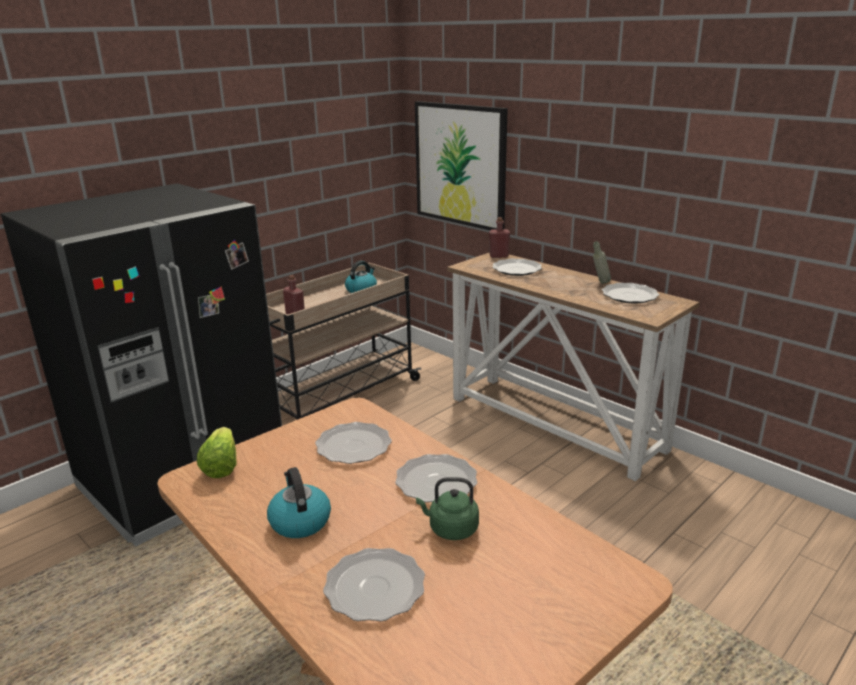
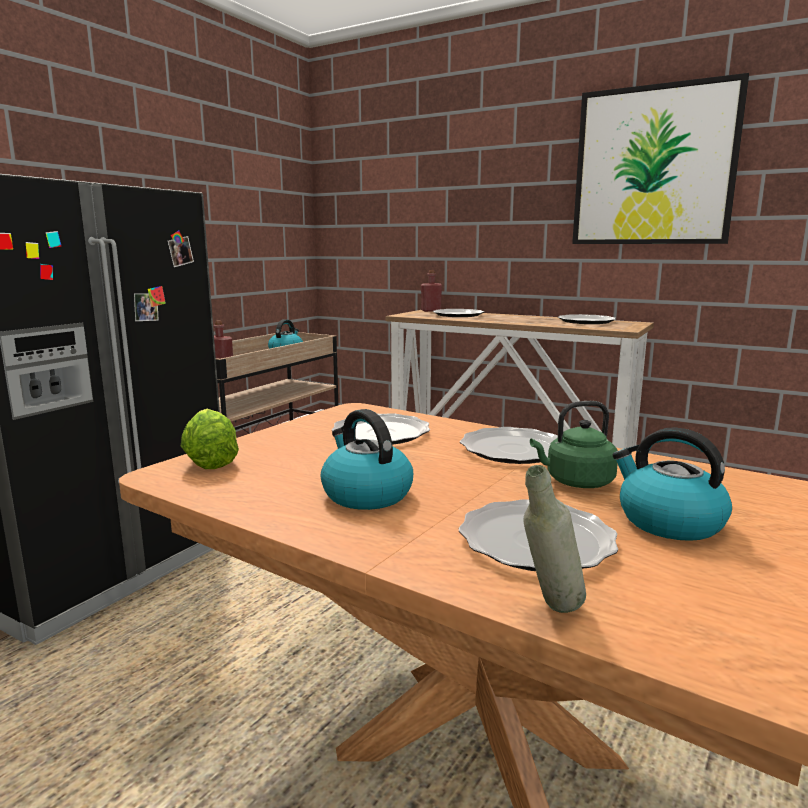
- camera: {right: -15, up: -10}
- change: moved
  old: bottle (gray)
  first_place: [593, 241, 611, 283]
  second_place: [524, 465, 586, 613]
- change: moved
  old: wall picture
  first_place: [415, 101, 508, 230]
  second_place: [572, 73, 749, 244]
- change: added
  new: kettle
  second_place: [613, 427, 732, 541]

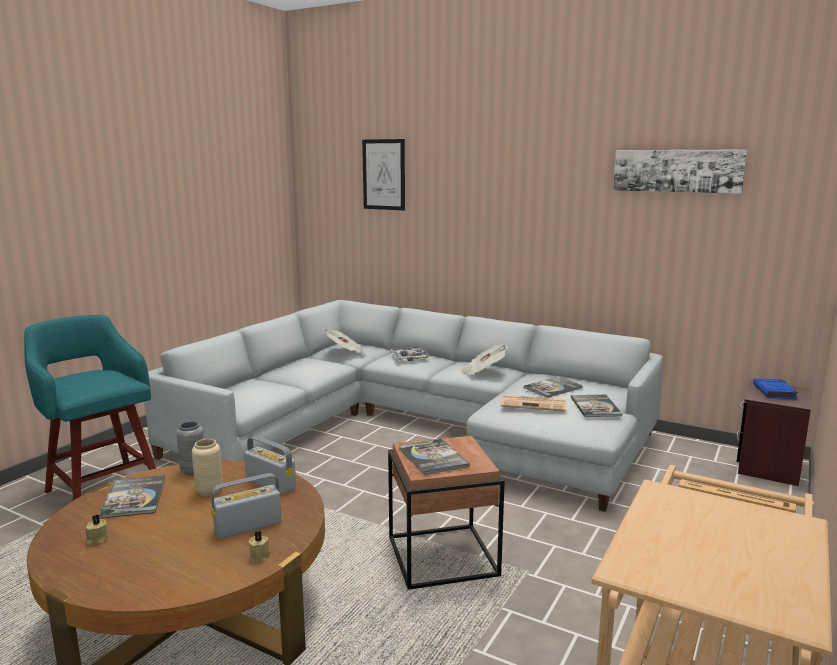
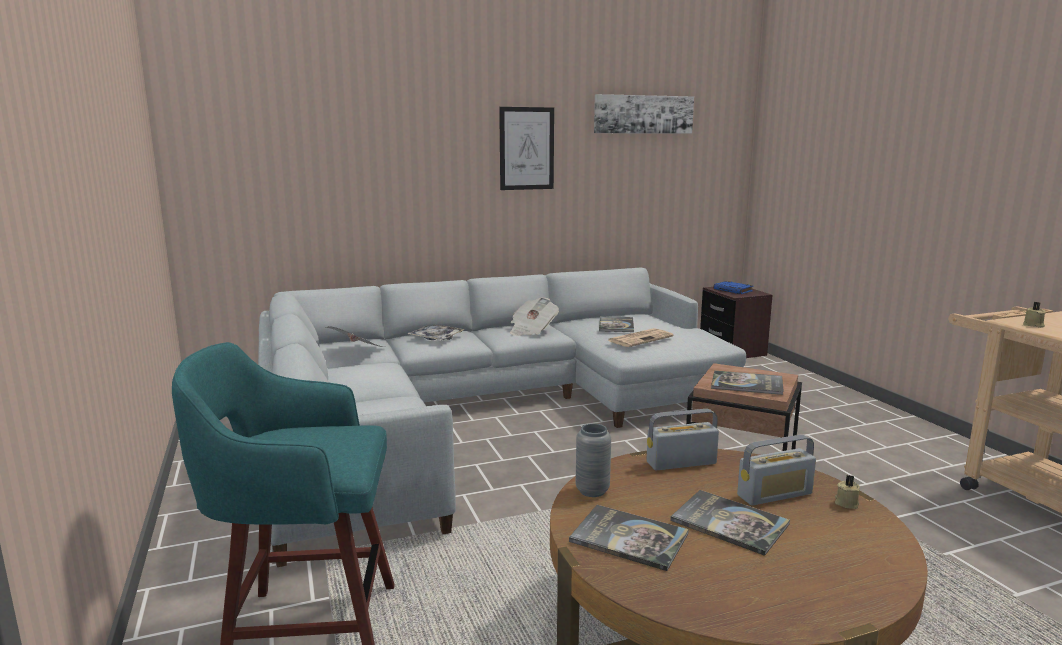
- camera: {right: -50, up: 0}
- change: moved
  old: wall picture
  first_place: [362, 139, 405, 210]
  second_place: [499, 107, 554, 190]
- change: moved
  old: bound book
  first_place: [571, 395, 623, 417]
  second_place: [670, 490, 790, 556]
- change: turned
  old: radio receiver
  first_place: [211, 473, 281, 539]
  second_place: [737, 435, 816, 505]
  degrees: -120
- change: moved
  old: wax light (beige-coloured)
  first_place: [86, 515, 108, 545]
  second_place: [1023, 302, 1046, 328]
- change: removed
  old: flower vase (beige-coloured)
  first_place: [192, 439, 223, 496]

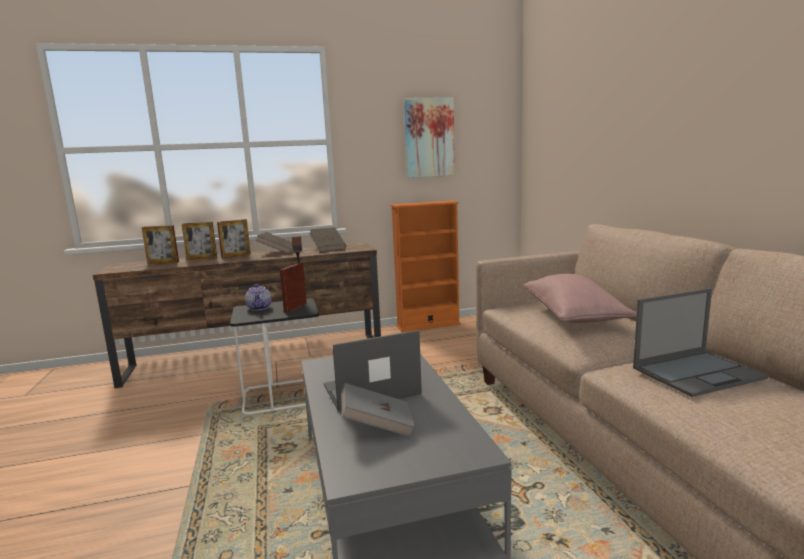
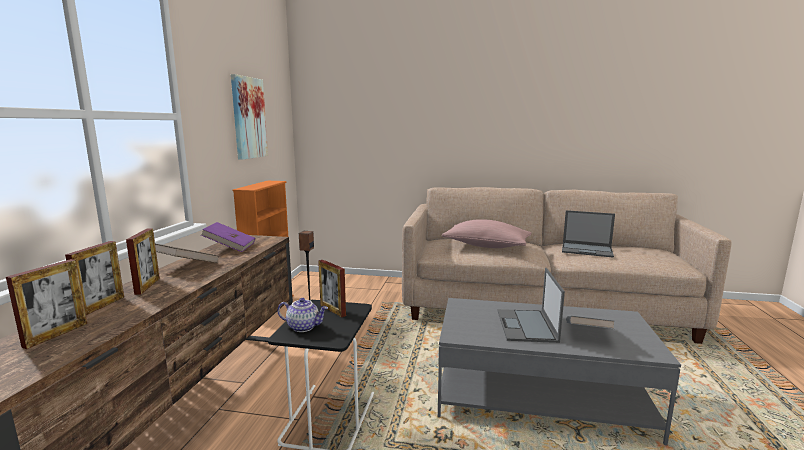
- camera: {right: -65, up: 0}
- change: recoloured
  old: bound book (brown)
  new: bound book (purple)
  first_place: [310, 227, 346, 252]
  second_place: [201, 222, 255, 252]
- change: turned
  old: laptop
  first_place: [633, 288, 768, 397]
  second_place: [562, 210, 615, 258]
  degrees: 105

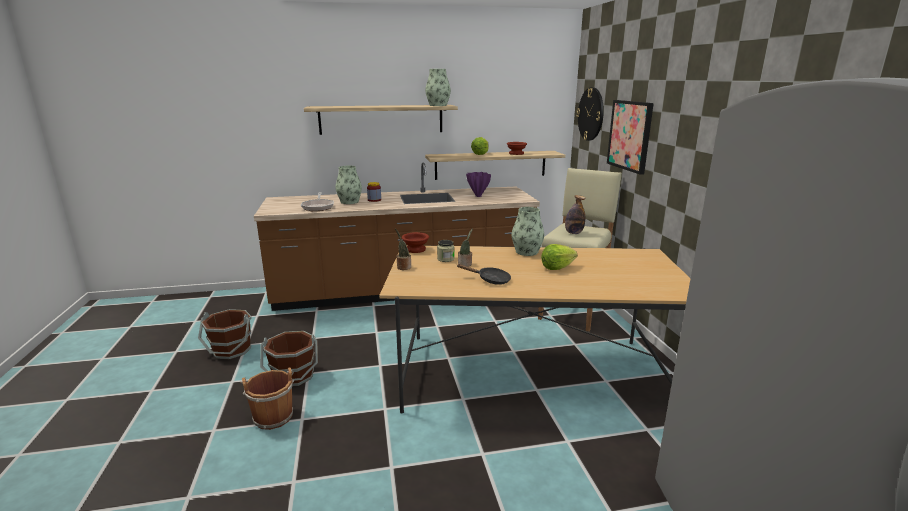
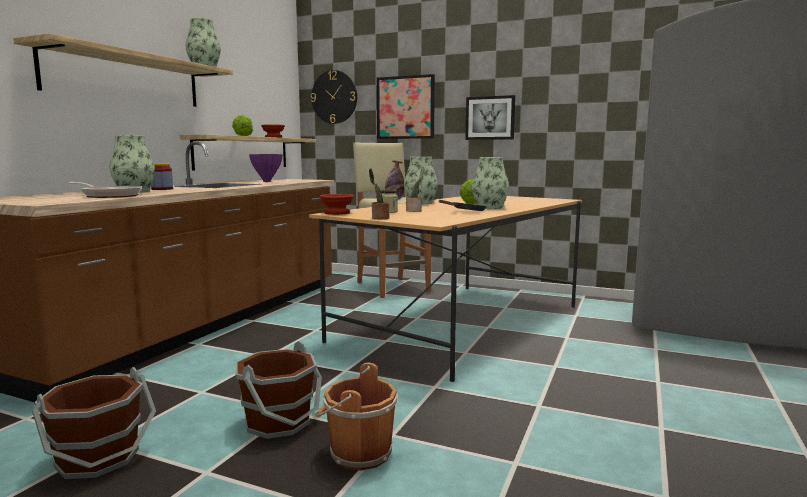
- camera: {right: -55, up: -10}
- change: added
  new: wall picture
  second_place: [466, 95, 515, 140]
- change: added
  new: flower vase
  second_place: [472, 157, 509, 209]

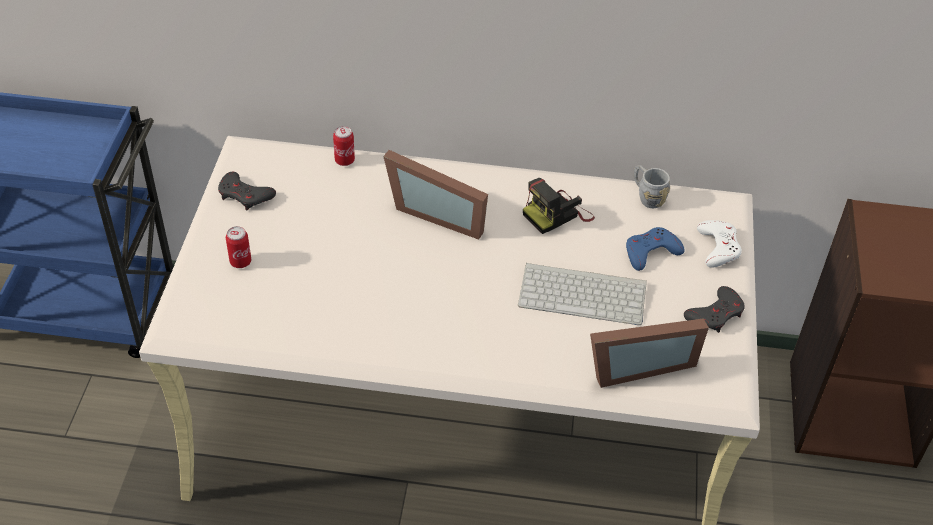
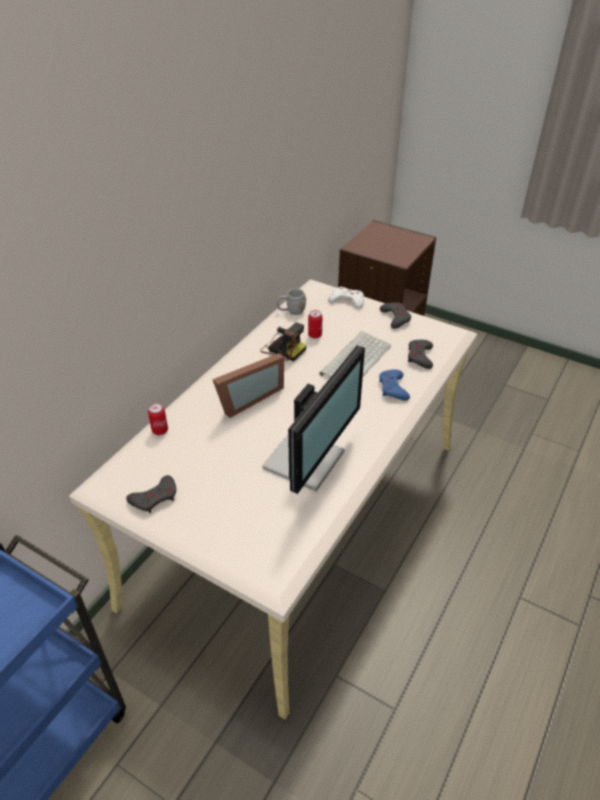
- camera: {right: -65, up: -5}
- change: turned
  old: still camera
  first_place: [523, 178, 595, 234]
  second_place: [260, 323, 307, 361]
  degrees: -45
- change: added
  new: computer screen
  second_place: [262, 345, 365, 494]
- change: moved
  old: metal can
  first_place: [226, 226, 251, 268]
  second_place: [308, 310, 322, 339]
- change: moved
  old: gamepad (blue-coloured)
  first_place: [626, 227, 684, 271]
  second_place: [379, 369, 410, 401]
- change: replaced
  old: picture frame
  new: gamepad (gray)
  first_place: [590, 318, 709, 388]
  second_place: [408, 340, 433, 369]

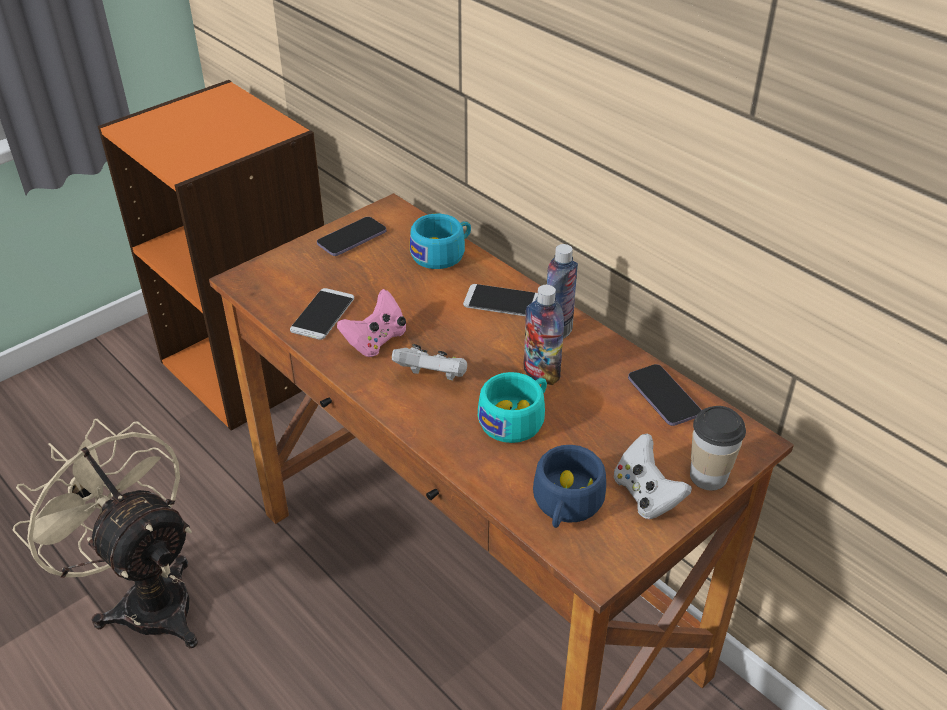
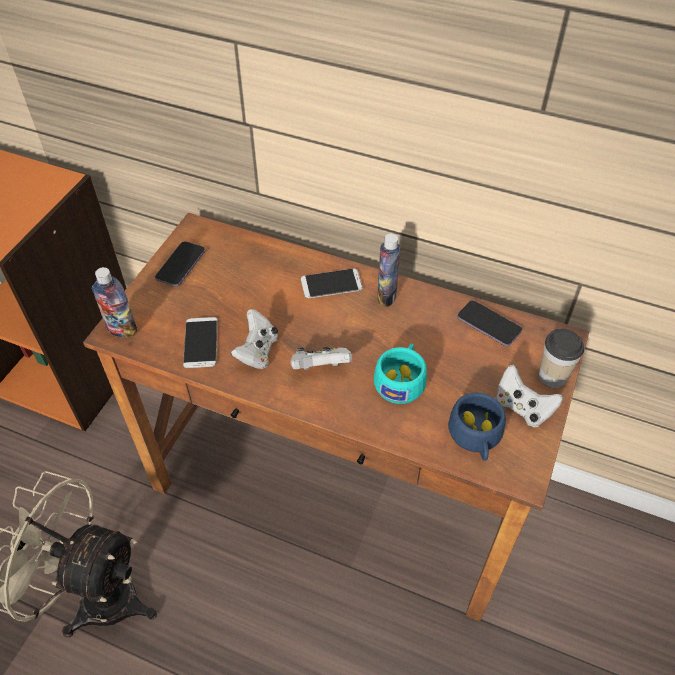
- camera: {right: -25, up: 10}
- change: moved
  old: bottle
  first_place: [524, 285, 564, 385]
  second_place: [92, 267, 137, 337]
- change: recoloured
  old: gamepad (pinkish)
  new: gamepad (whitish)
  first_place: [337, 289, 406, 357]
  second_place: [231, 309, 278, 369]
- change: removed
  old: drinking cup (blue-green)
  first_place: [410, 214, 471, 269]

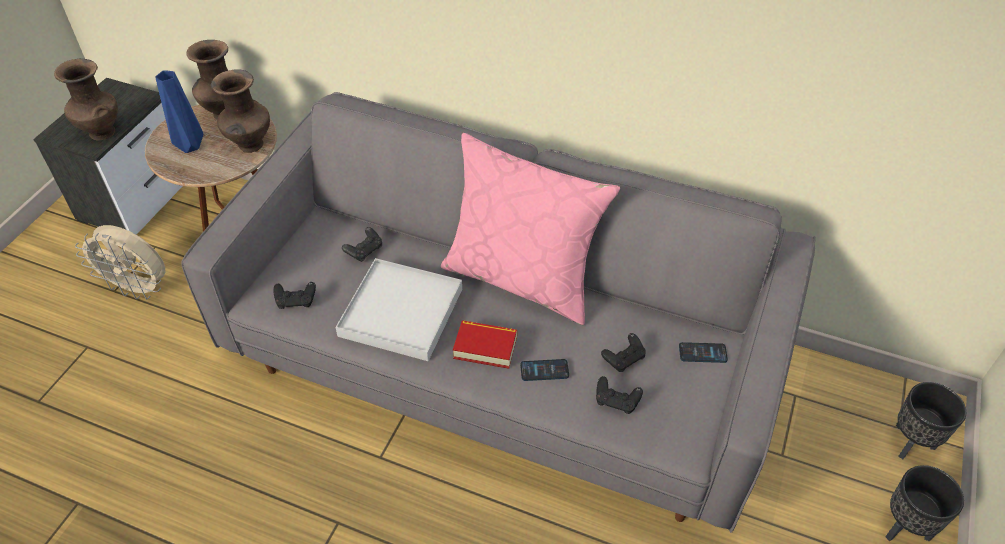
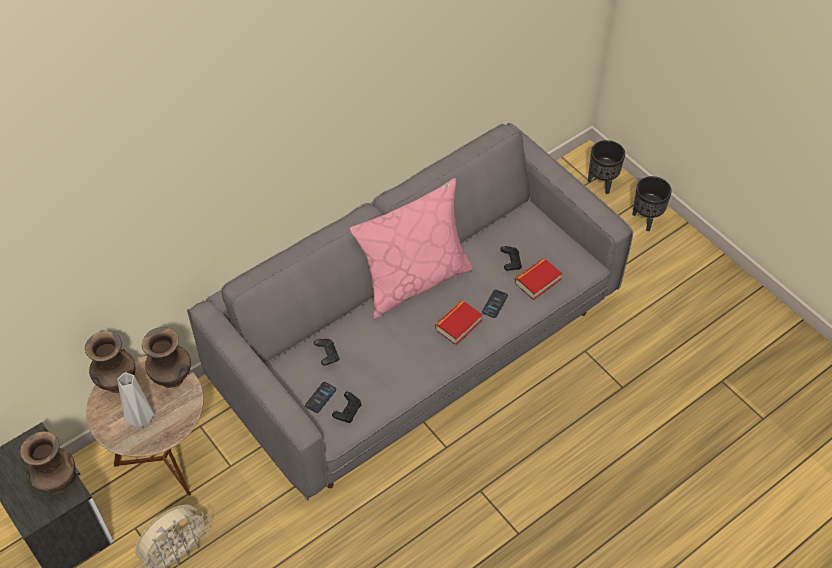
- camera: {right: -60, up: 5}
- change: recoloured
  old: flower vase (blue-coloured)
  new: flower vase (gray)
  first_place: [155, 71, 203, 153]
  second_place: [117, 372, 154, 428]
- change: moved
  old: phone
  first_place: [679, 342, 728, 363]
  second_place: [305, 382, 336, 413]
- change: replaced
  old: gamepad (blackish)
  new: bound book
  first_place: [596, 376, 643, 414]
  second_place: [515, 258, 562, 300]
- change: removed
  old: tray (whitish)
  first_place: [335, 258, 462, 361]

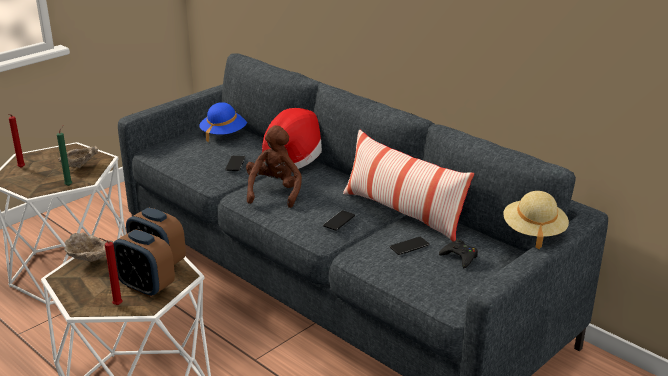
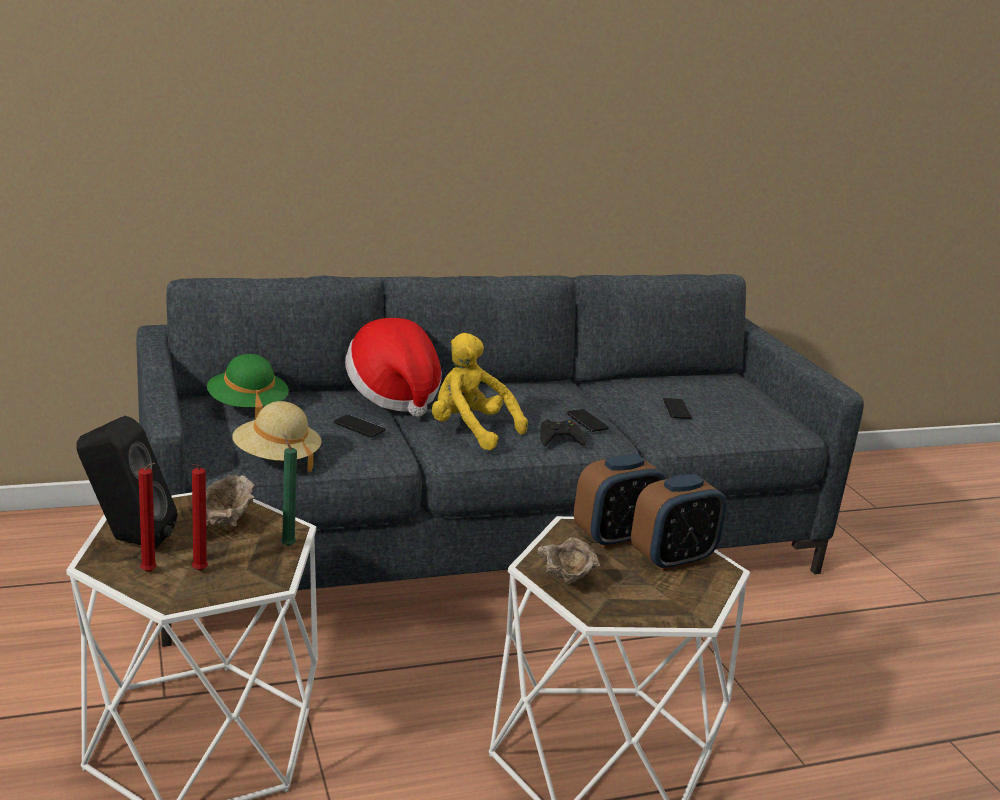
- camera: {right: -65, up: -5}
- change: added
  new: speaker (blackish)
  second_place: [76, 416, 178, 549]
- change: moved
  old: wax light (red-coloured)
  first_place: [99, 238, 122, 305]
  second_place: [192, 464, 208, 571]
- change: recoloured
  old: clothing hat (blue-coloured)
  new: clothing hat (green)
  first_place: [199, 102, 247, 142]
  second_place: [207, 354, 289, 420]
- change: moved
  old: clothing hat (beige-coloured)
  first_place: [503, 191, 569, 249]
  second_place: [232, 401, 322, 472]
- change: recoloured
  old: plush toy (brown)
  new: plush toy (yellow-coloured)
  first_place: [246, 125, 302, 208]
  second_place: [432, 333, 528, 450]
- change: moved
  old: gamepad (blackish)
  first_place: [439, 239, 478, 268]
  second_place: [540, 420, 586, 446]
- change: removed
  old: throw pillow
  first_place: [343, 129, 474, 241]

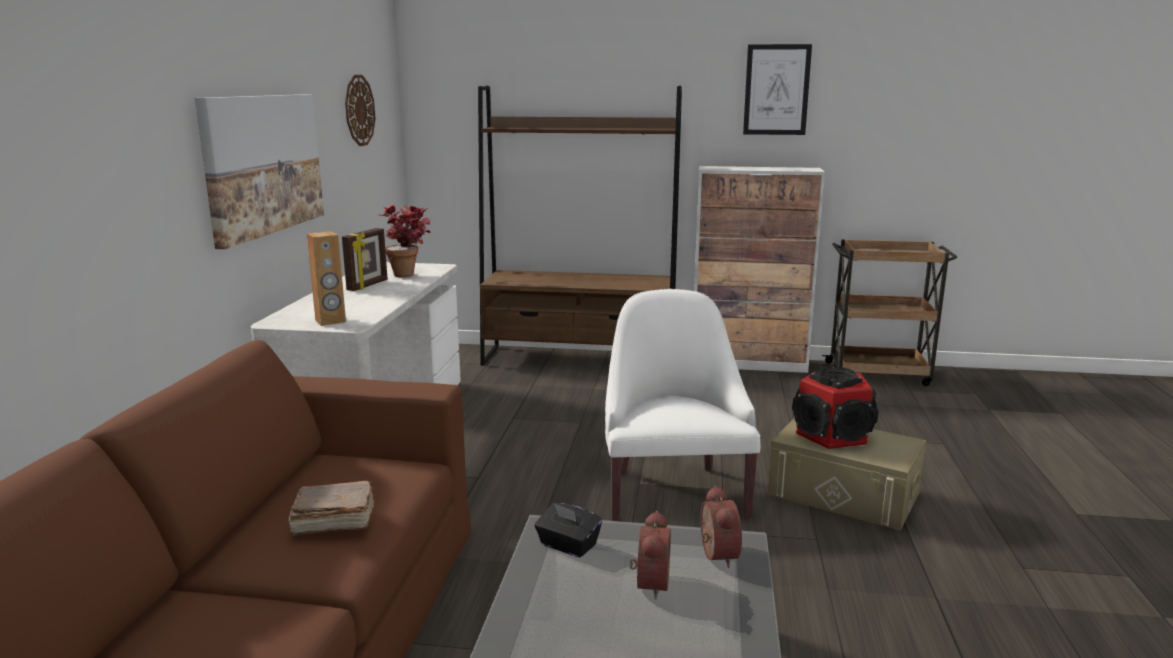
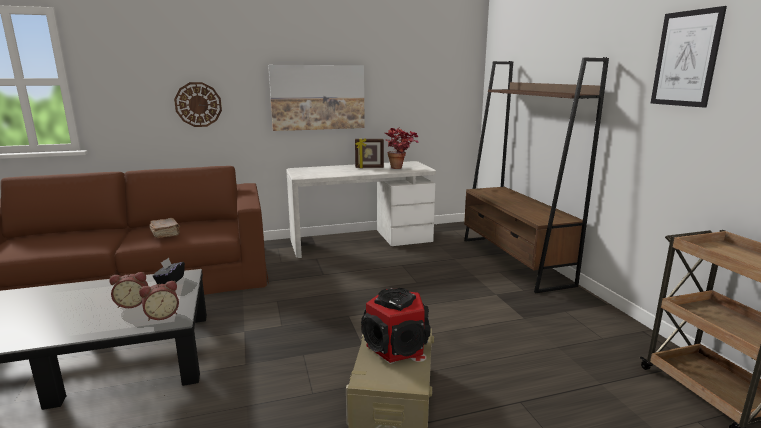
- camera: {right: 65, up: 0}
- change: moved
  old: hanging clock
  first_place: [345, 75, 376, 146]
  second_place: [174, 82, 222, 127]
- change: removed
  old: speaker (brown)
  first_place: [307, 231, 346, 326]
- change: removed
  old: armchair (whitish)
  first_place: [605, 289, 760, 521]
- change: removed
  old: cupboard
  first_place: [694, 166, 825, 373]

